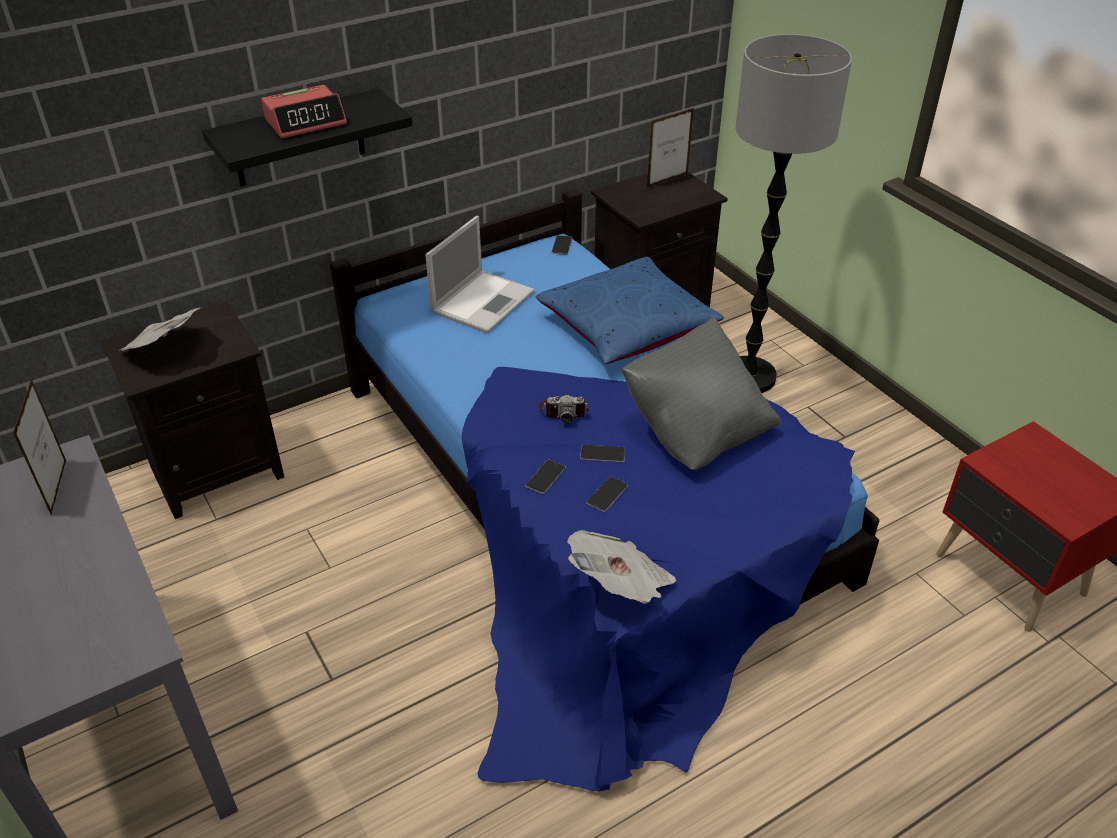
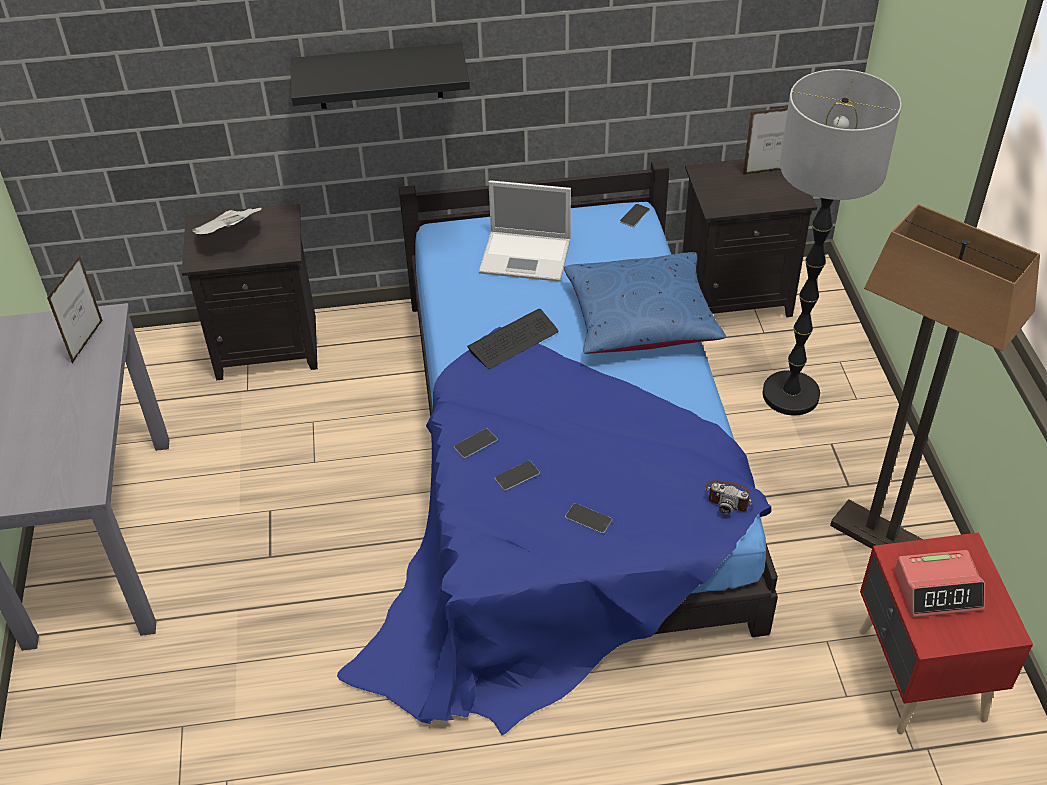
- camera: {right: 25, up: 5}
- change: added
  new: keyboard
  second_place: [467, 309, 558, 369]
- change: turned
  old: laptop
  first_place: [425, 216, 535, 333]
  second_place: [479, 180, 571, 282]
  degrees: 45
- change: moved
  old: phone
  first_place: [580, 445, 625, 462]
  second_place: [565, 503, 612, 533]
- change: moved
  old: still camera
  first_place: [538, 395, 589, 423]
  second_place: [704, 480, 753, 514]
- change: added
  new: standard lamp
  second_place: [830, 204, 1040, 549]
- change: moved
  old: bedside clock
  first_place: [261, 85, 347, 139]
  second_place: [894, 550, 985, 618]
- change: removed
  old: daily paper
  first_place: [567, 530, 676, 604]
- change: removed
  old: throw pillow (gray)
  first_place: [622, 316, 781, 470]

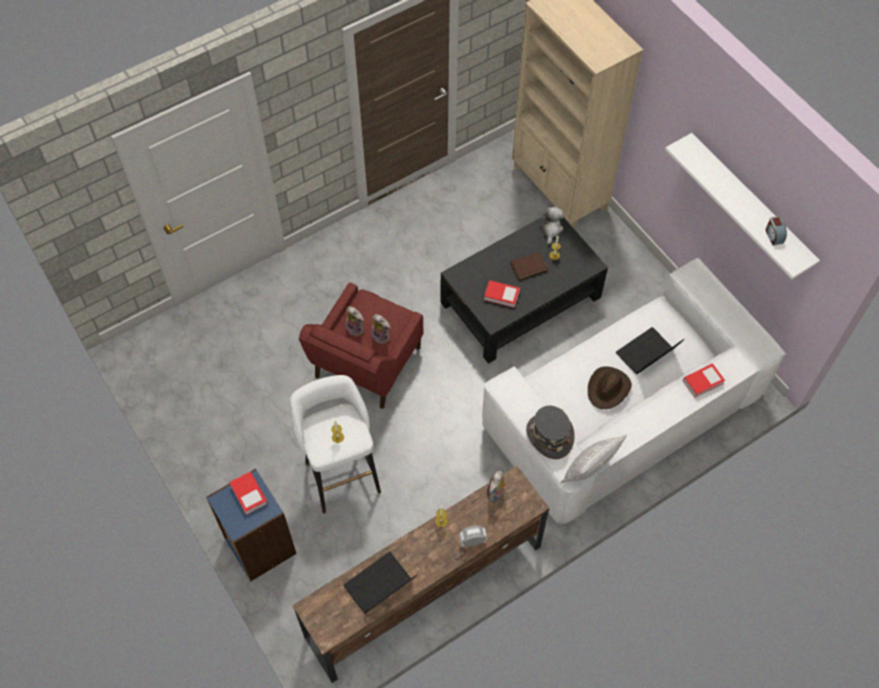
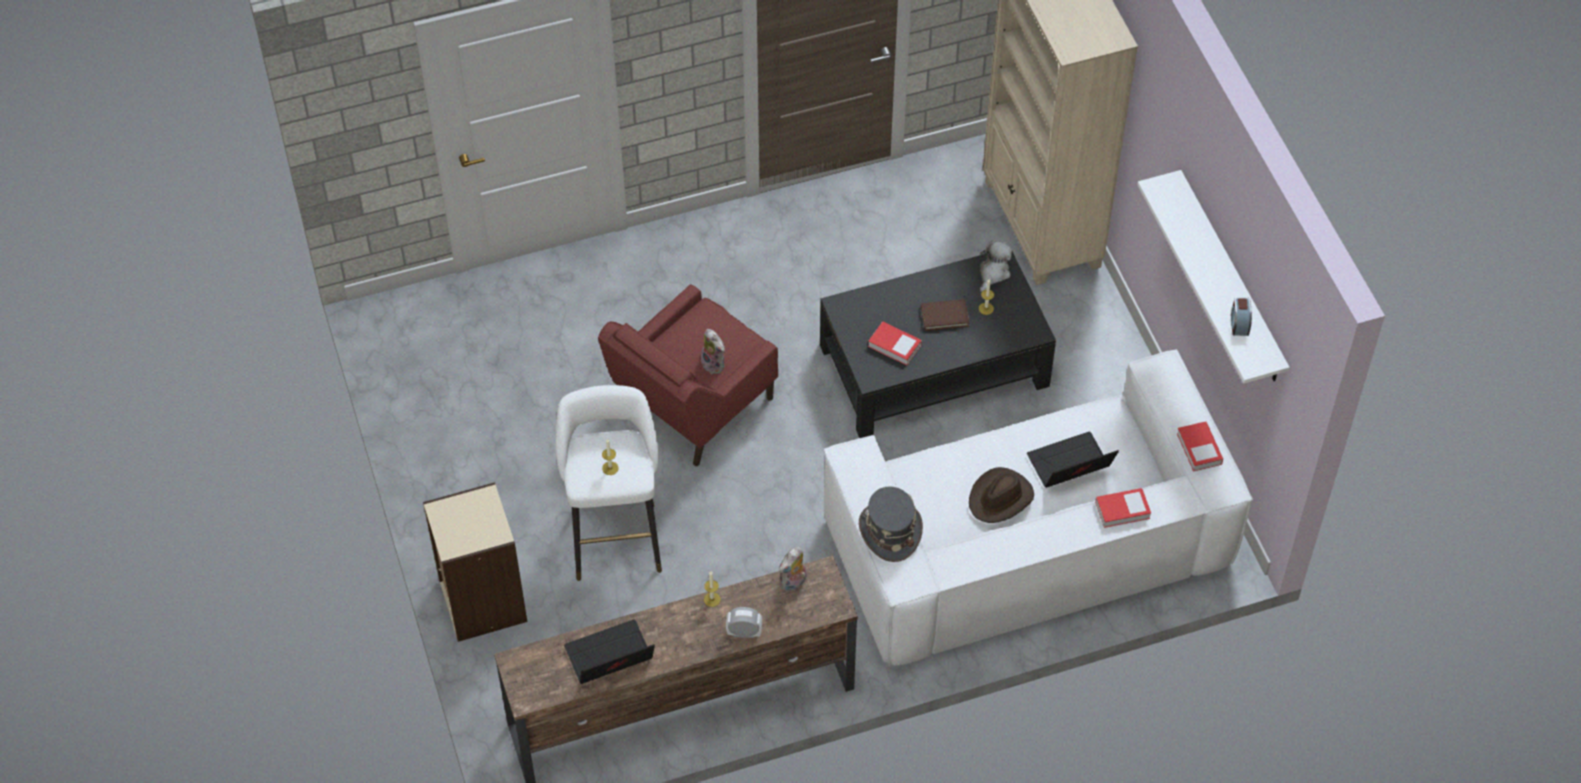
- camera: {right: 15, up: -5}
- change: recoloured
  old: bookcase (blue-coloured)
  new: bookcase (beige-coloured)
  first_place: [206, 468, 297, 582]
  second_place: [423, 482, 527, 642]
- change: moved
  old: bound book
  first_place: [229, 471, 268, 515]
  second_place: [1177, 421, 1223, 472]
- change: removed
  old: plush toy
  first_place: [346, 306, 364, 337]
- change: removed
  old: throw pillow
  first_place: [560, 435, 627, 484]

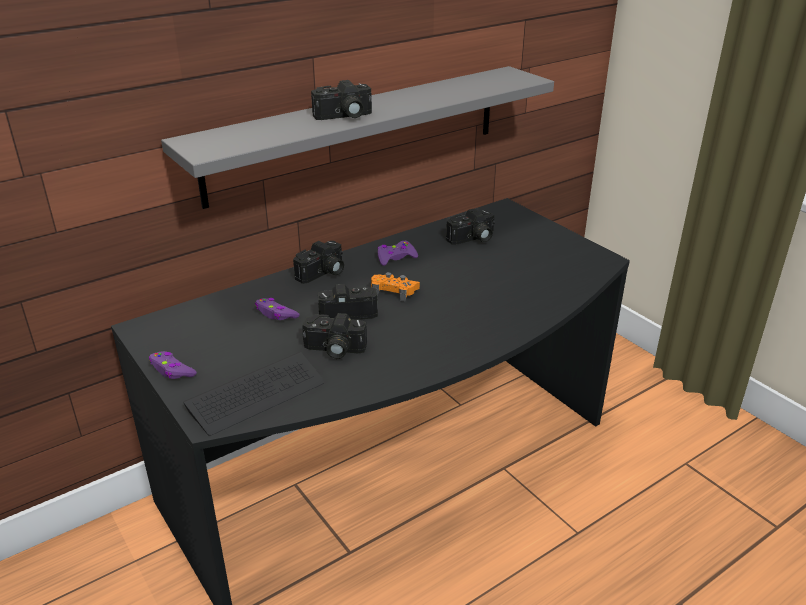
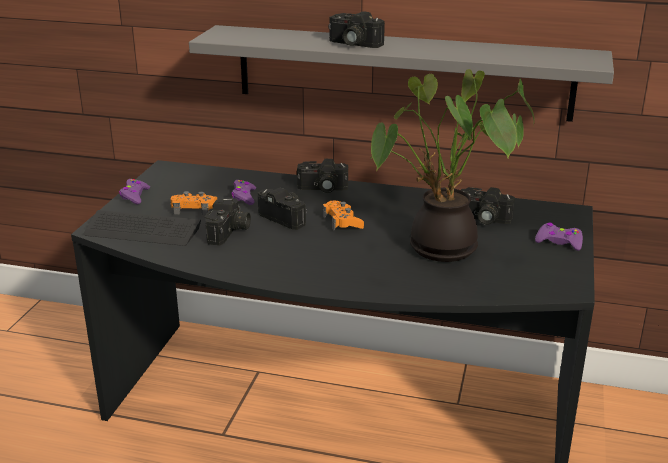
- camera: {right: 50, up: -5}
- change: added
  new: gamepad (orange)
  second_place: [171, 191, 217, 215]
- change: turned
  old: still camera
  first_place: [302, 313, 367, 359]
  second_place: [205, 197, 251, 246]
  degrees: -135
- change: added
  new: potted plant
  second_place: [370, 69, 535, 262]
- change: moved
  old: gamepad (purple)
  first_place: [378, 241, 418, 266]
  second_place: [535, 222, 583, 251]

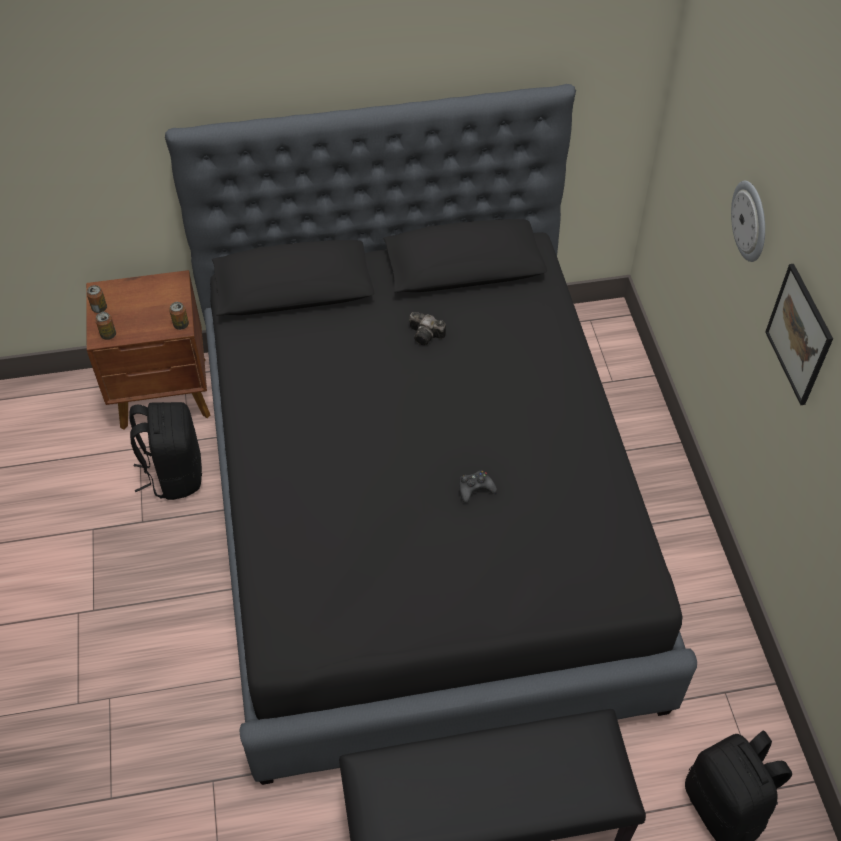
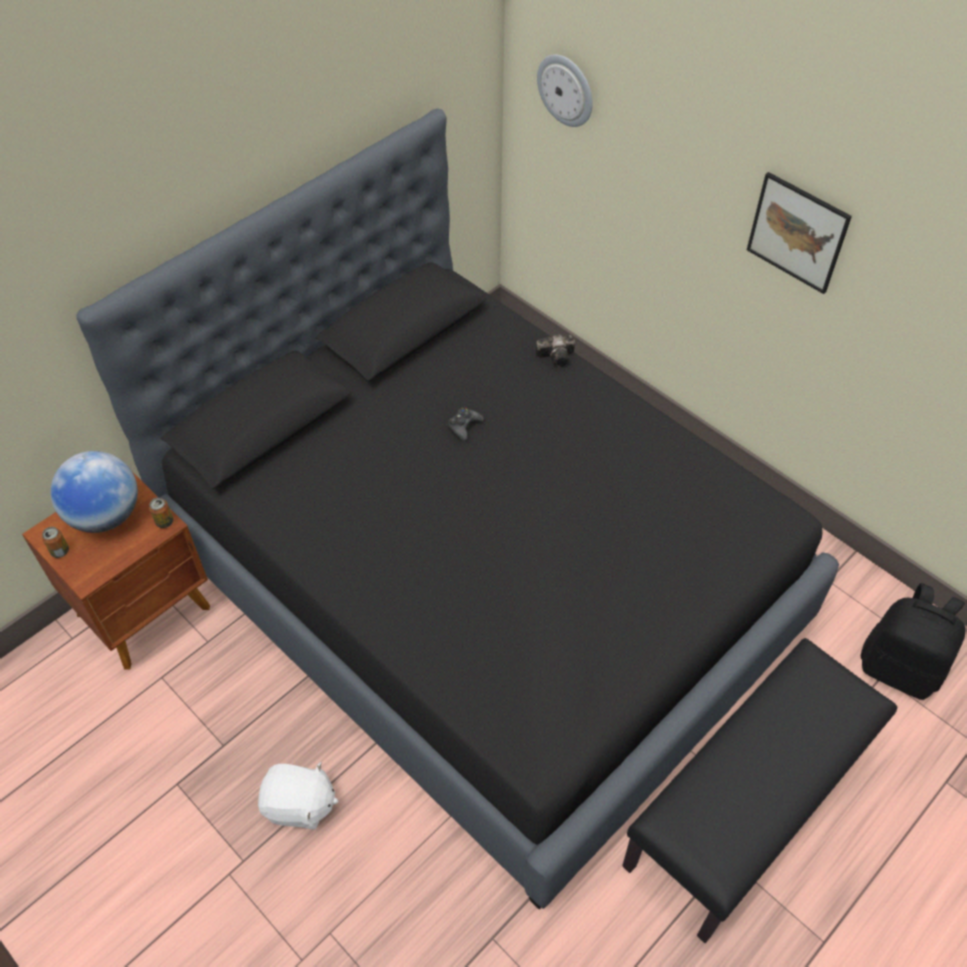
- camera: {right: -35, up: 0}
- change: added
  new: desk globe
  second_place: [51, 451, 138, 533]
- change: added
  new: plush toy (whitish)
  second_place: [258, 762, 339, 830]
- change: moved
  old: gamepad (blackish)
  first_place: [459, 470, 497, 503]
  second_place: [448, 408, 484, 441]
- change: moved
  old: still camera
  first_place: [409, 312, 446, 345]
  second_place: [536, 334, 575, 367]
- change: moved
  old: hanging clock
  first_place: [731, 181, 765, 262]
  second_place: [537, 55, 593, 127]
- change: removed
  old: metal can
  first_place: [95, 312, 116, 340]
- change: removed
  old: backpack (blackish)
  first_place: [130, 402, 202, 500]

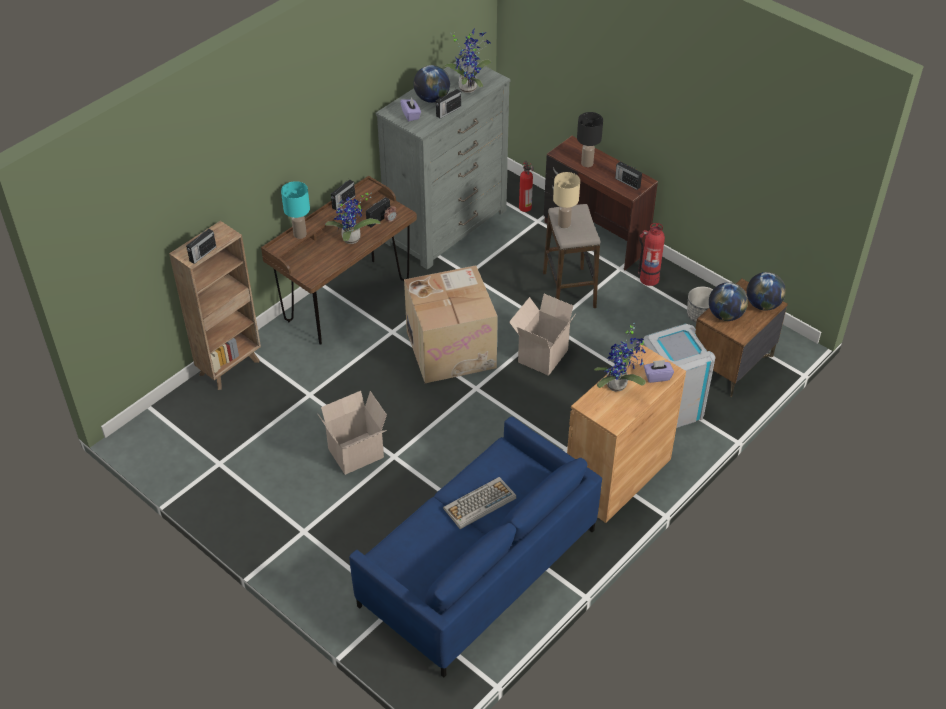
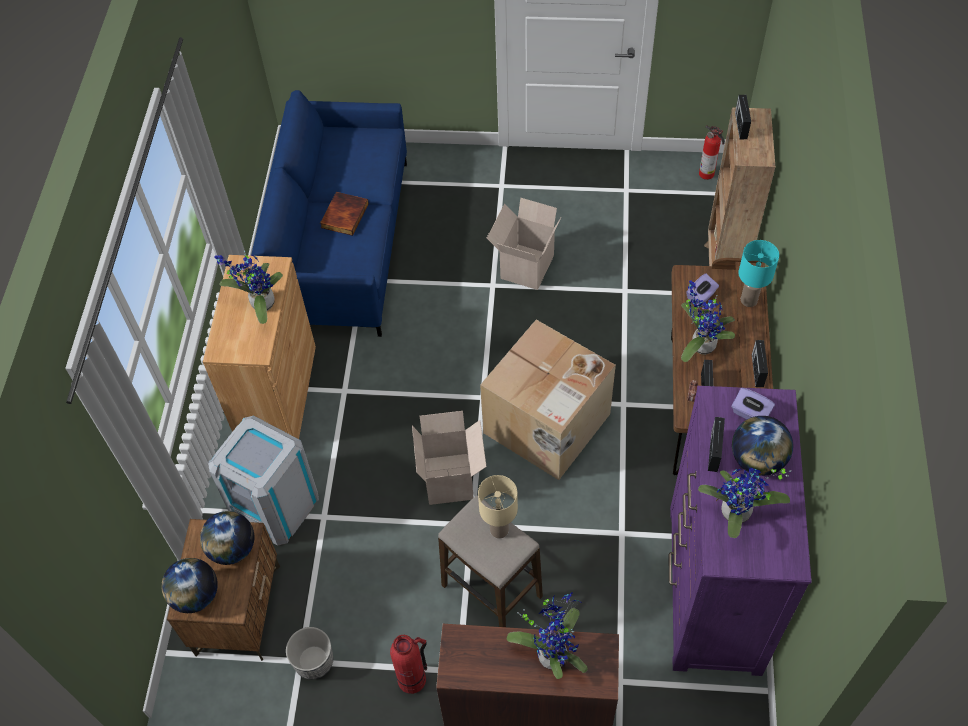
- camera: {right: 145, up: 10}
- change: replaced
  old: keyboard
  new: bound book
  first_place: [443, 477, 516, 529]
  second_place: [320, 192, 369, 236]
- change: replaced
  old: lamp for a table (blackish)
  new: potted plant
  first_place: [577, 112, 603, 167]
  second_place: [507, 593, 588, 679]
- change: recoloured
  old: drawer chest (gray)
  new: drawer chest (purple)
  first_place: [376, 56, 511, 270]
  second_place: [668, 386, 812, 676]
- change: moved
  old: box of tissues (purple)
  first_place: [644, 360, 674, 383]
  second_place: [686, 273, 719, 302]
- change: moved
  old: extinguisher
  first_place: [519, 161, 534, 212]
  second_place: [699, 125, 725, 180]
- change: removed
  old: radio receiver
  first_place: [615, 162, 642, 190]

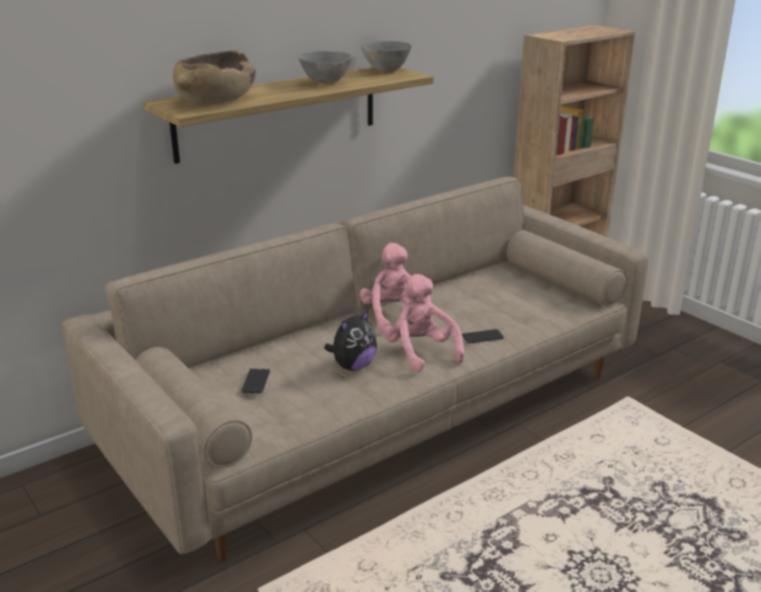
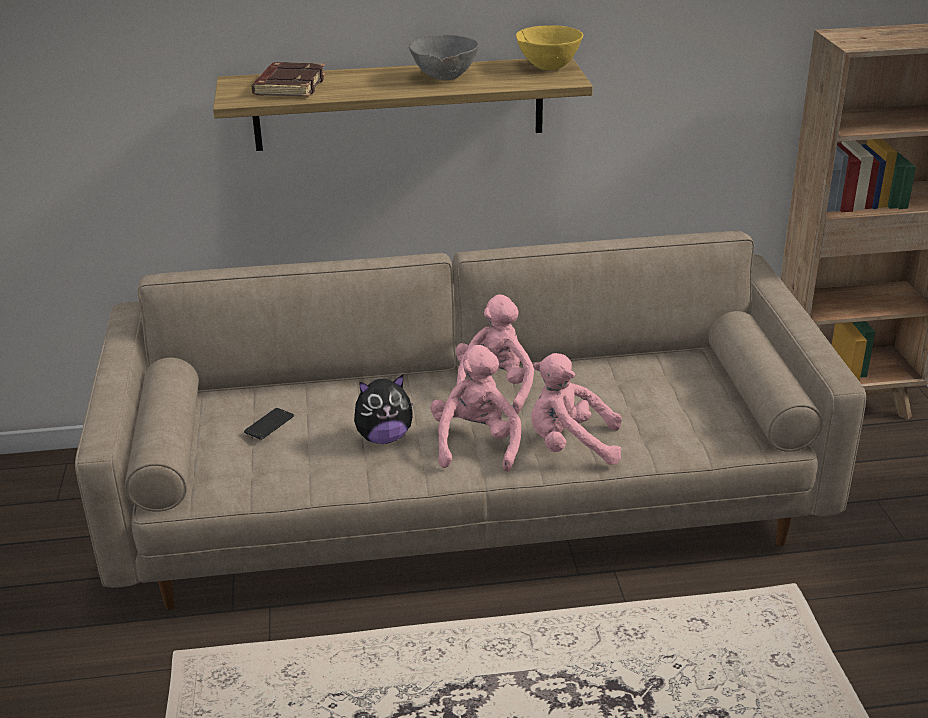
- camera: {right: 30, up: 5}
- change: replaced
  old: deep dish (brown)
  new: bound book (brown)
  first_place: [173, 50, 256, 105]
  second_place: [251, 62, 326, 97]
- change: recoloured
  old: deep dish (gray)
  new: deep dish (yellow-coloured)
  first_place: [361, 41, 412, 72]
  second_place: [516, 25, 583, 70]
- change: replaced
  old: phone
  new: plush toy (pinkish)
  first_place: [462, 329, 504, 344]
  second_place: [531, 353, 622, 465]

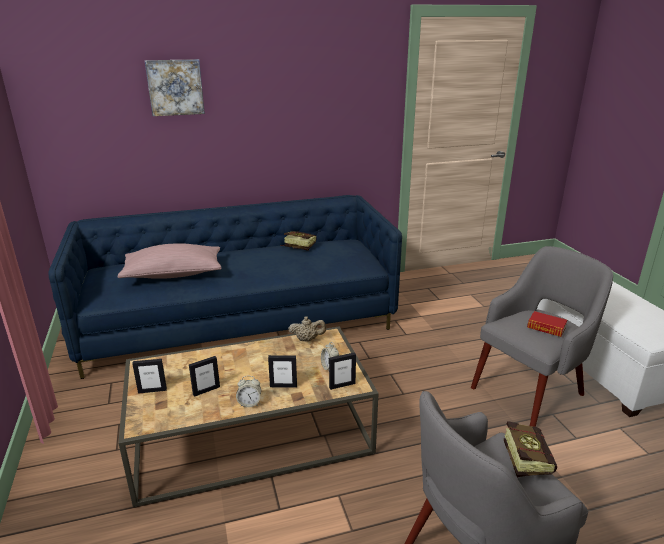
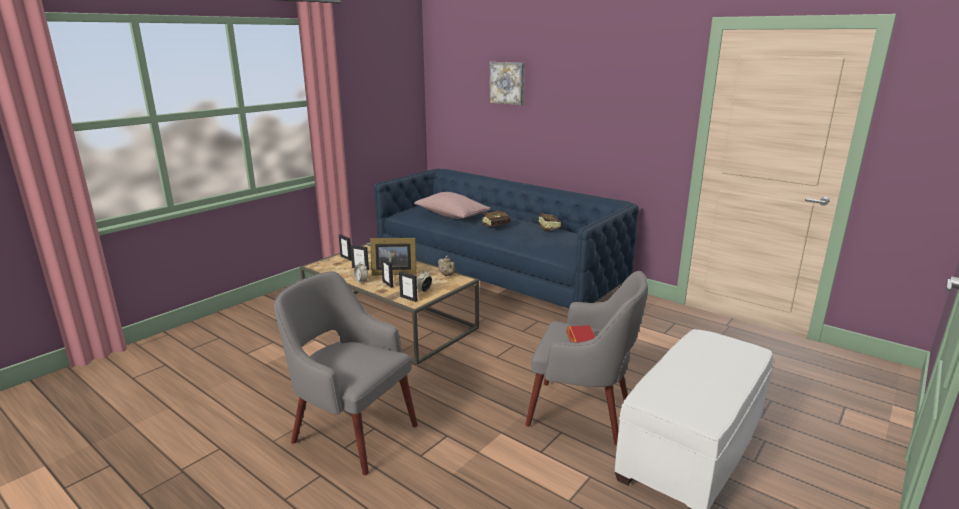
- camera: {right: 55, up: -5}
- change: added
  new: picture frame
  second_place: [370, 238, 416, 275]
- change: moved
  old: bound book
  first_place: [504, 421, 557, 477]
  second_place: [482, 209, 511, 227]

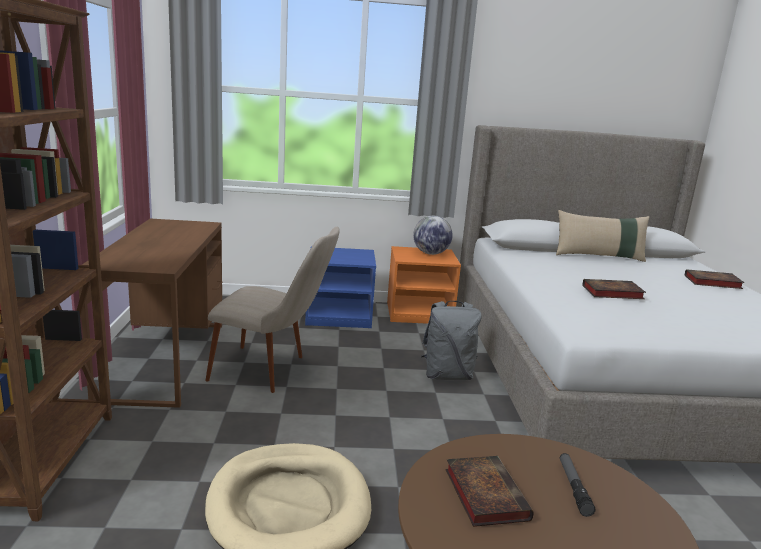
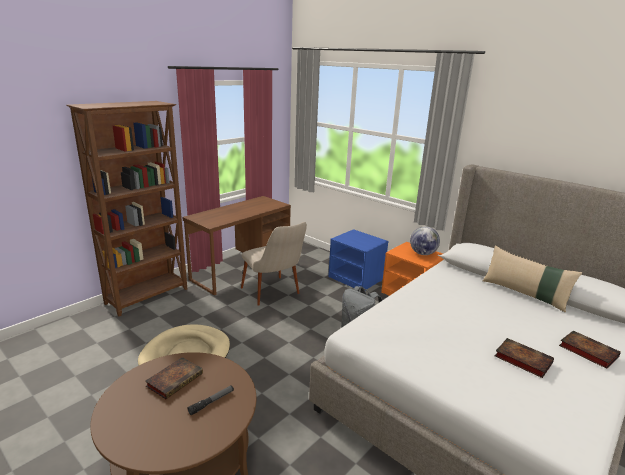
- camera: {right: 45, up: 5}
- change: moved
  old: bound book
  first_place: [582, 279, 646, 299]
  second_place: [495, 338, 554, 378]

